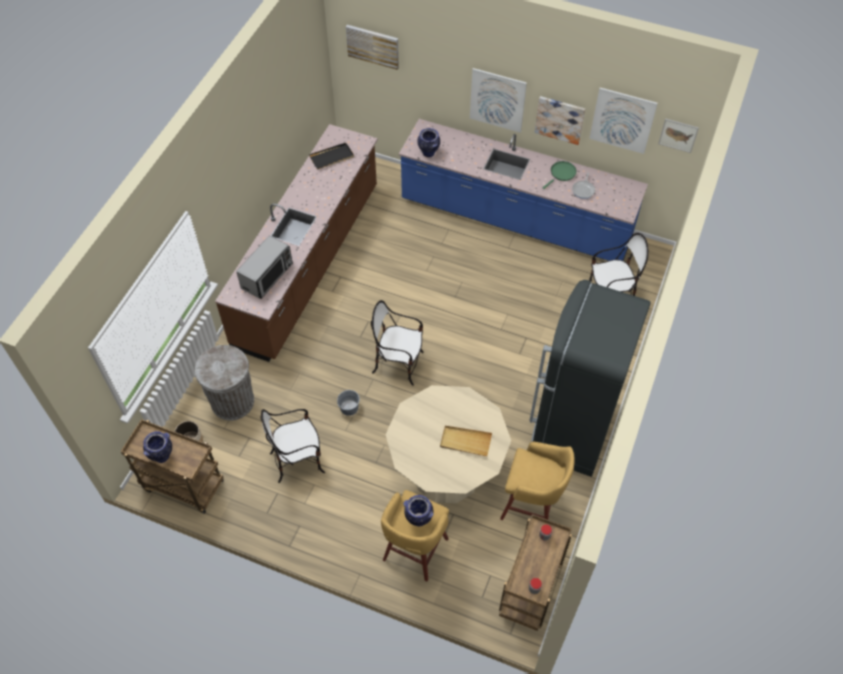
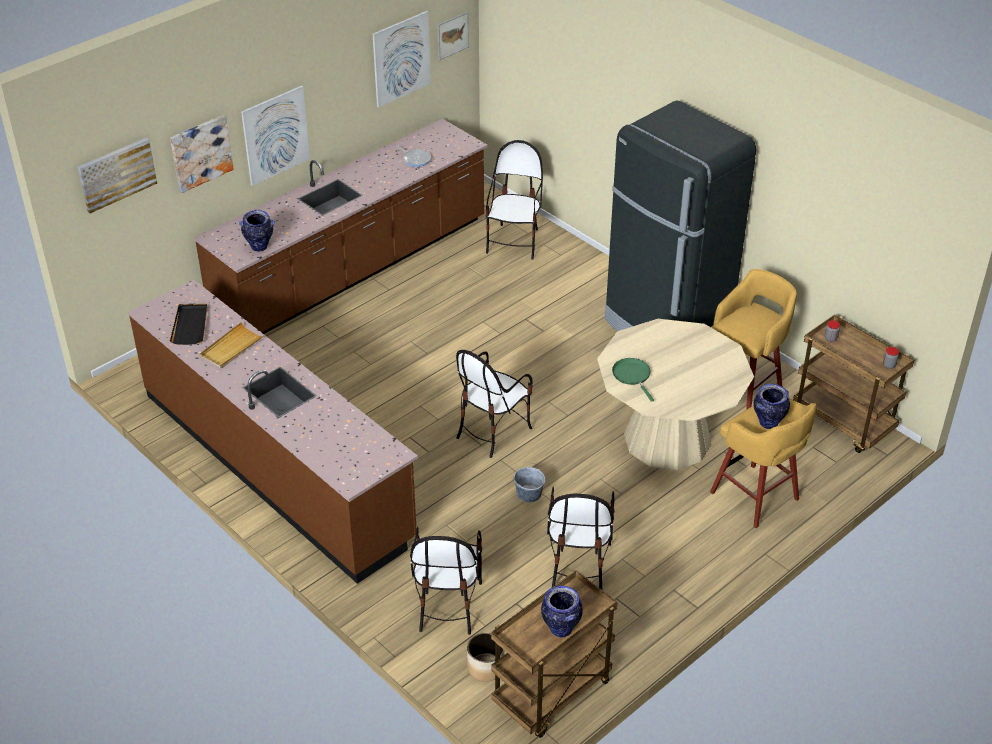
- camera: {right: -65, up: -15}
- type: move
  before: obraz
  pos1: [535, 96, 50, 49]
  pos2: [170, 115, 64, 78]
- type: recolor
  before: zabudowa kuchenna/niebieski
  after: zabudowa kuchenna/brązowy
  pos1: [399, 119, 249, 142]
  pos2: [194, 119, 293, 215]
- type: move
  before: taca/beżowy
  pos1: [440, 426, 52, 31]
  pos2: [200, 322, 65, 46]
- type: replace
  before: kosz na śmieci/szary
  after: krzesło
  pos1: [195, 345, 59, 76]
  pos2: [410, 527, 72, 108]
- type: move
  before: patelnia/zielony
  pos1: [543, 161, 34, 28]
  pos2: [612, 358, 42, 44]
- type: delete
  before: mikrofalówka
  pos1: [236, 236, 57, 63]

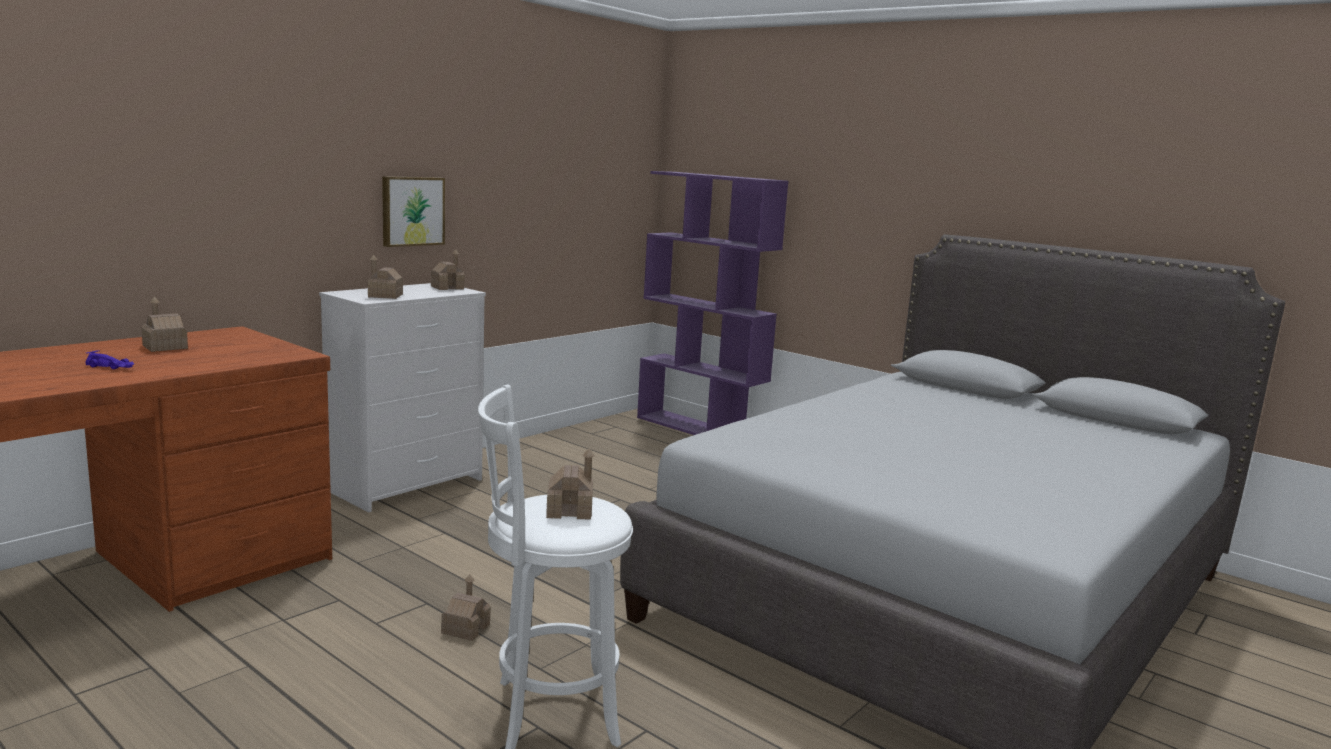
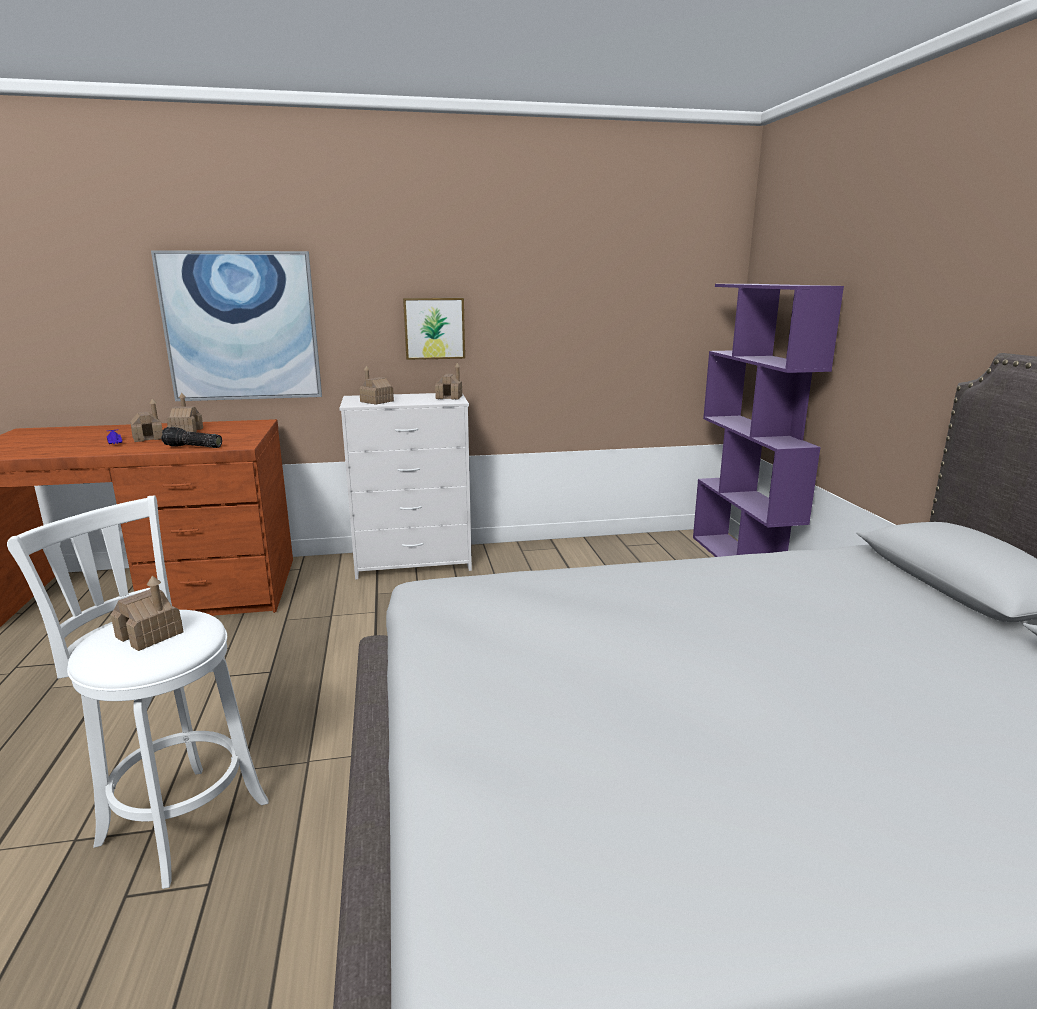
- camera: {right: 40, up: 5}
- type: move
  before: domek
  pos1: [441, 574, 50, 67]
  pos2: [130, 399, 33, 43]
- type: insert
  after: obraz
  pos2: [151, 250, 171, 151]
- type: insert
  after: latarka
  pos2: [161, 427, 61, 21]

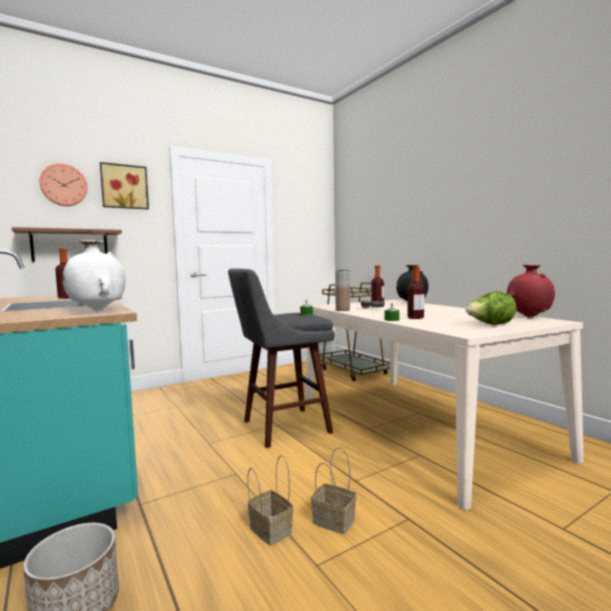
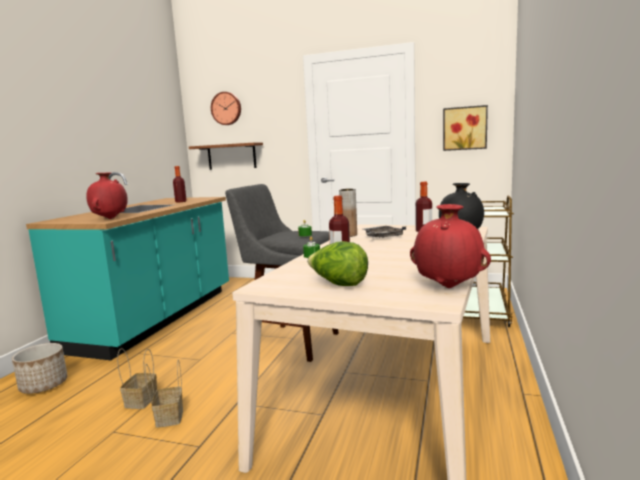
- camera: {right: 50, up: 5}
- type: recolor
  before: wazon/biały
  after: wazon/czerwony
  pos1: [63, 240, 63, 71]
  pos2: [86, 172, 42, 47]
- type: move
  before: obraz
  pos1: [100, 162, 49, 47]
  pos2: [443, 105, 45, 46]

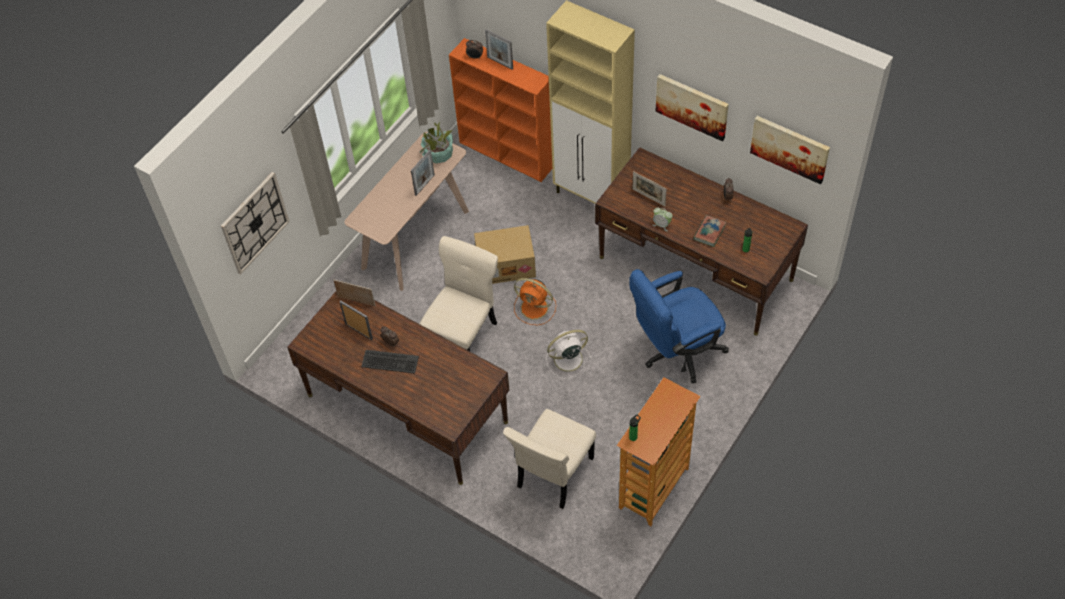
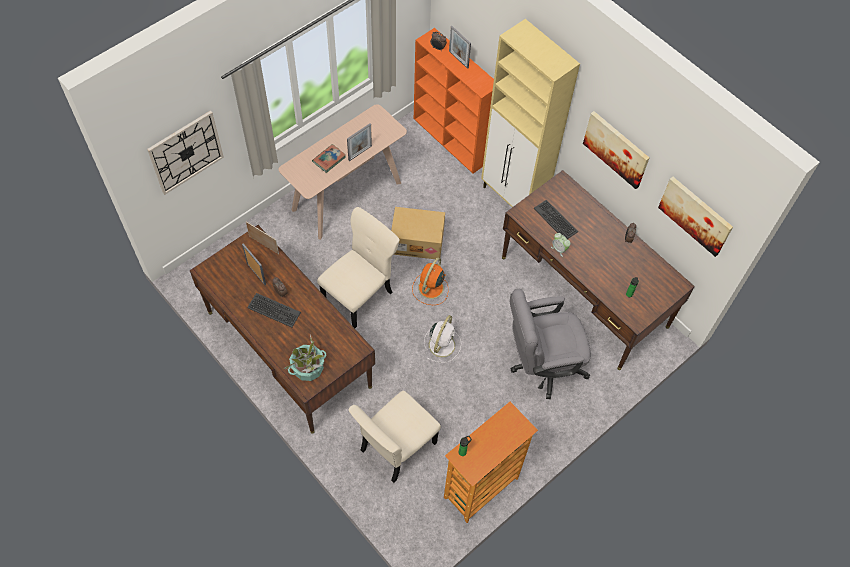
- camera: {right: 10, up: 5}
- type: move
  before: roślina doniczkowa
  pos1: [419, 121, 34, 42]
  pos2: [284, 335, 42, 46]
- type: move
  before: książka
  pos1: [693, 215, 34, 32]
  pos2: [312, 144, 34, 29]
- type: rotate
  before: wentylator/pomarańczowy
  pos1: [514, 278, 42, 47]
  pos2: [412, 257, 36, 48]
  turn: 75
- type: rotate
  before: wentylator/biały
  pos1: [546, 330, 46, 49]
  pos2: [424, 315, 38, 48]
  turn: 120
- type: recolor
  before: krzesło biurowe/niebieski
  after: krzesło biurowe/szary
  pos1: [629, 269, 100, 115]
  pos2: [510, 289, 81, 110]
- type: replace
  before: ramka na zdjęcie
  after: klawiatura
  pos1: [633, 171, 33, 35]
  pos2: [533, 200, 45, 39]

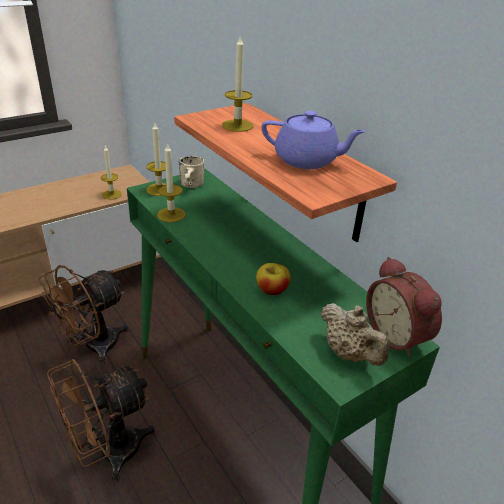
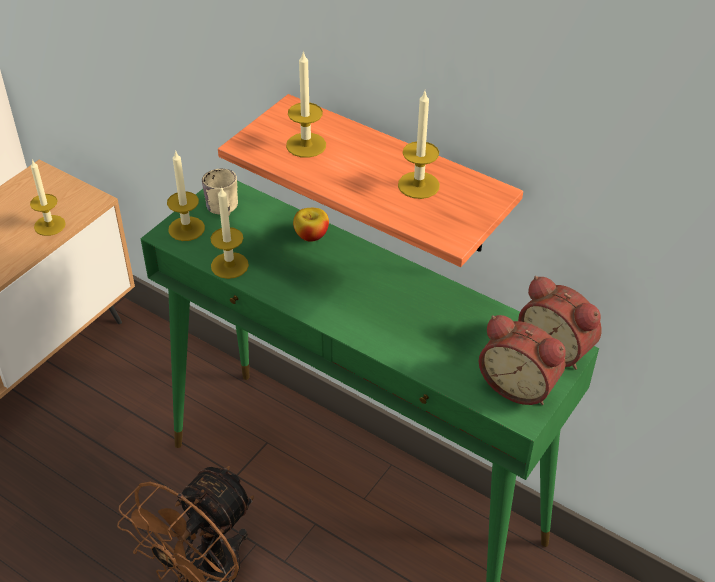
- camera: {right: -20, up: 10}
- type: move
  before: jabłko
  pos1: [256, 263, 35, 32]
  pos2: [293, 208, 36, 34]
- type: replace
  before: imbryk/fioletowy
  after: świeca
  pos1: [261, 111, 105, 58]
  pos2: [398, 91, 42, 108]
- type: replace
  before: imbryk/beżowy
  after: budzik
  pos1: [321, 303, 69, 63]
  pos2: [479, 315, 87, 90]
- type: delete
  before: wentylator/brązowy
  pos1: [38, 265, 90, 99]

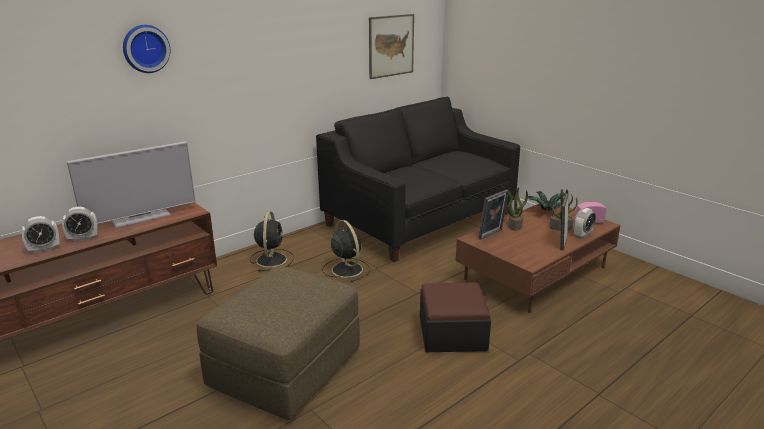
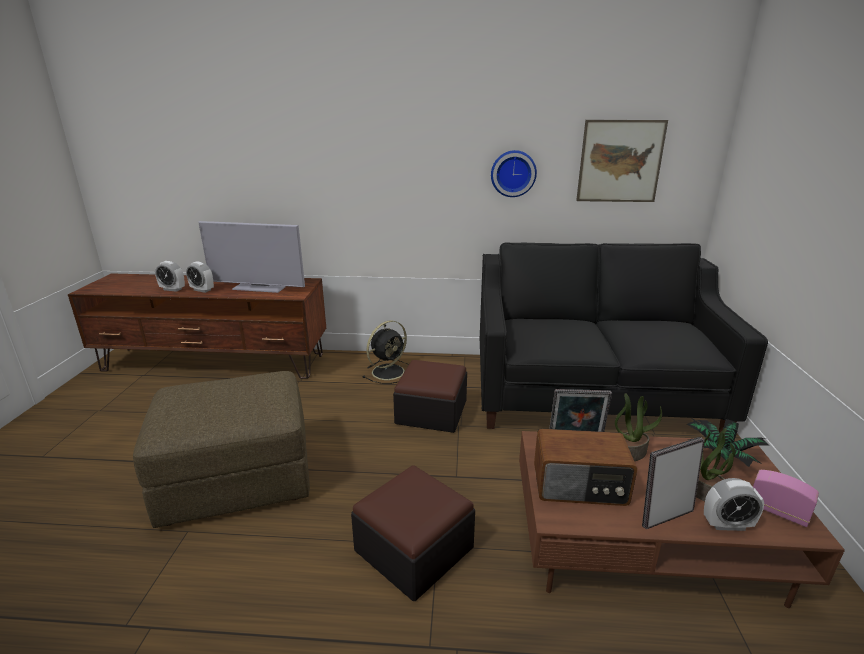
- camera: {right: 45, up: 0}
- type: replace
  before: wentylator/czarny
  after: pufa
  pos1: [322, 220, 48, 62]
  pos2: [393, 360, 74, 73]
- type: move
  before: zegar ścienny
  pos1: [123, 25, 47, 48]
  pos2: [491, 150, 46, 47]
- type: insert
  after: radio
  pos2: [534, 429, 103, 77]

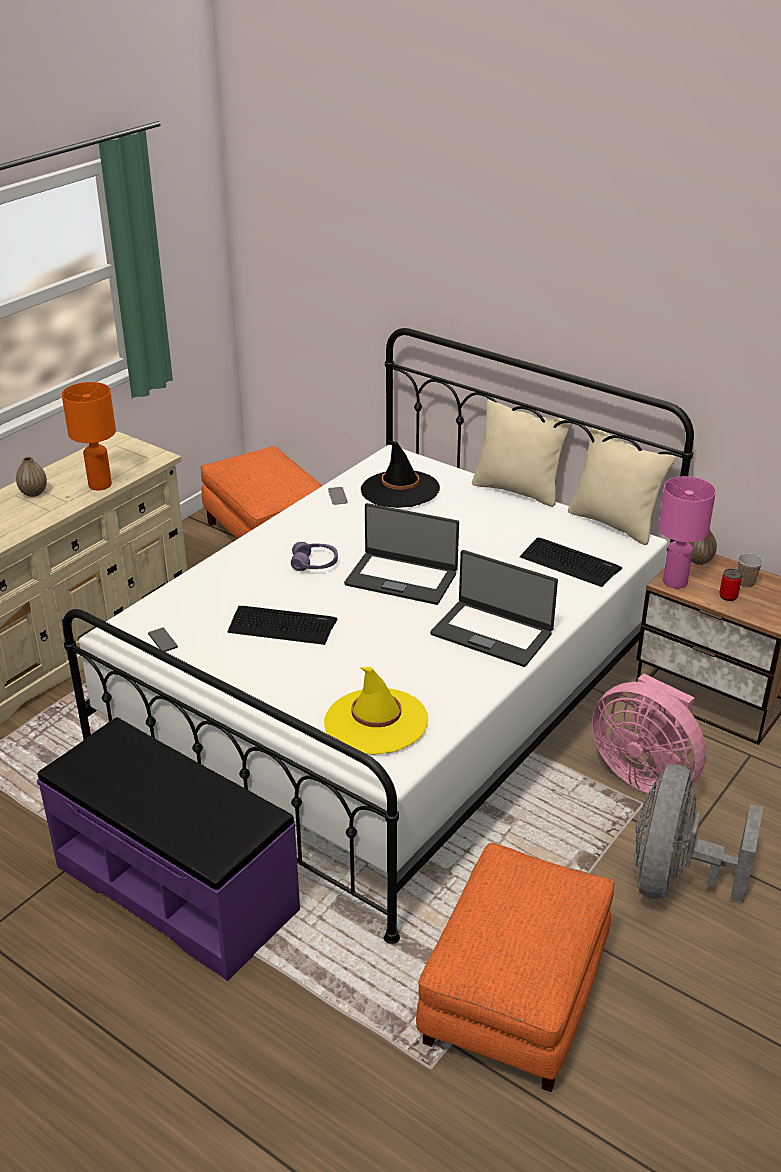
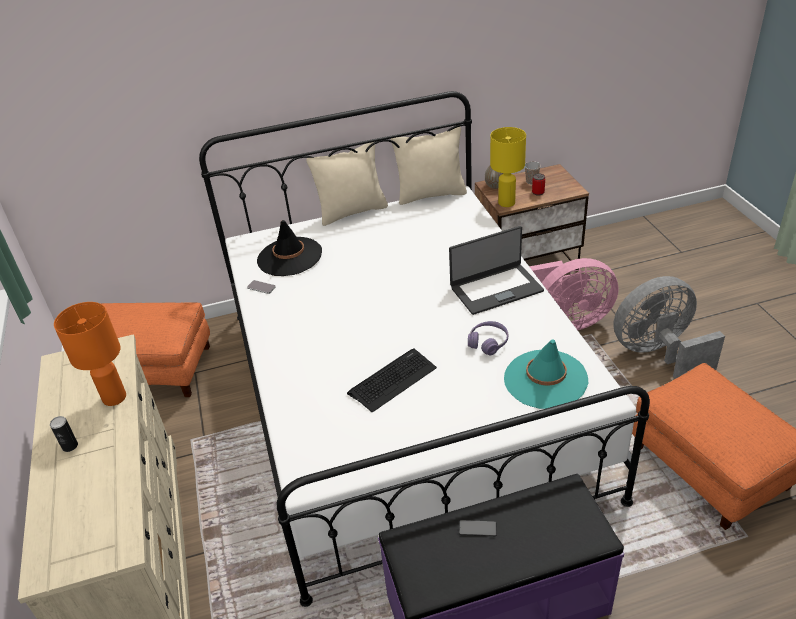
- camera: {right: -50, up: 5}
- type: replace
  before: wazon
  after: puszka
  pos1: [16, 457, 31, 40]
  pos2: [50, 416, 28, 36]
- type: move
  before: telefon
  pos1: [148, 628, 30, 24]
  pos2: [459, 520, 38, 16]
- type: move
  before: słuchawki/fioletowy
  pos1: [291, 542, 47, 29]
  pos2: [468, 321, 40, 34]
- type: recolor
  before: lampa stołowa/różowy
  after: lampa stołowa/żółty
  pos1: [658, 476, 58, 113]
  pos2: [490, 127, 36, 80]
- type: recolor
  before: kapelusz/żółty
  after: kapelusz/turkusowy
  pos1: [324, 667, 105, 88]
  pos2: [504, 339, 84, 70]
- type: rotate
  before: wentylator/szary
  pos1: [634, 764, 129, 138]
  pos2: [613, 276, 112, 103]
  turn: 105
- type: delete
  before: laptop
  pos1: [344, 503, 115, 102]
- type: delete
  before: klawiatura
  pos1: [520, 537, 102, 50]

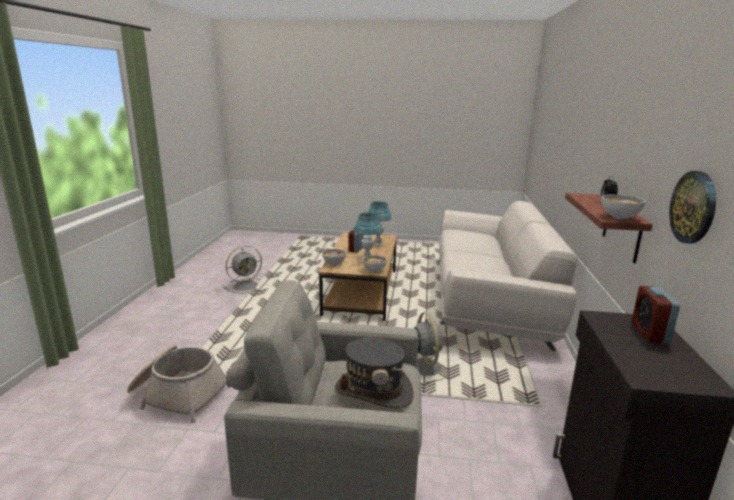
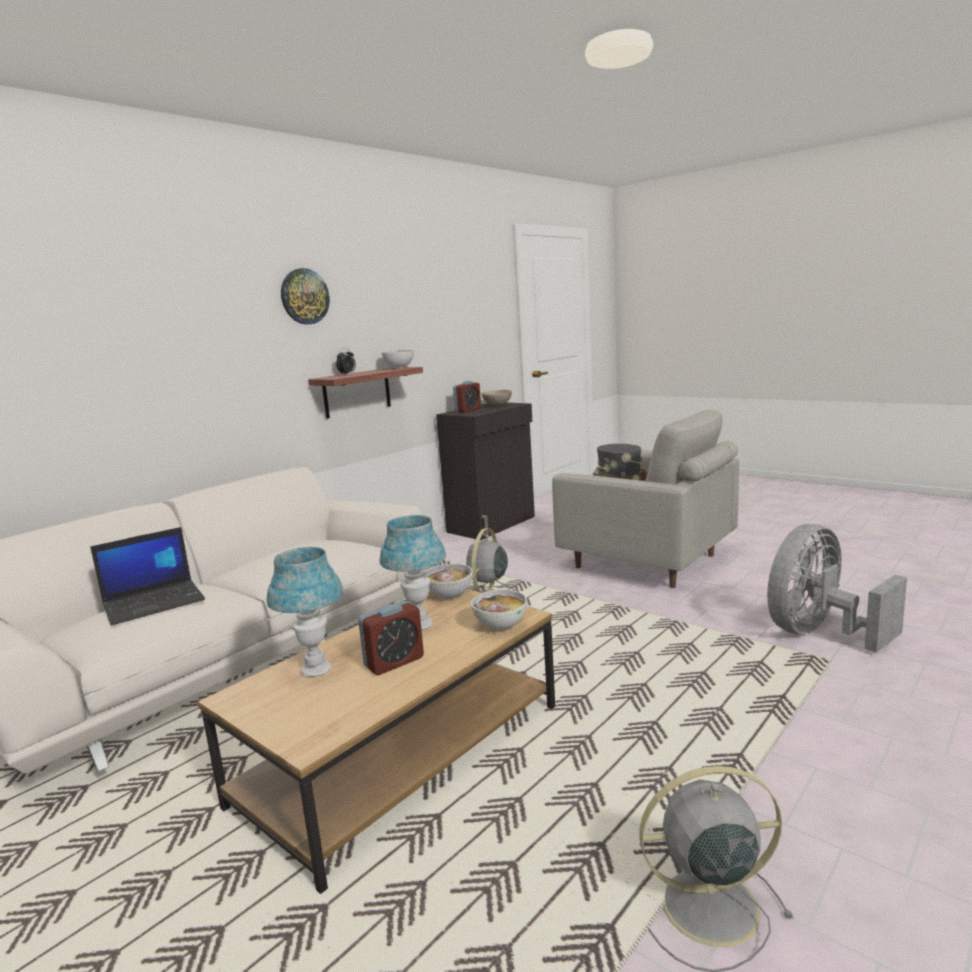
- camera: {right: -145, up: -5}
- type: insert
  after: laptop
  pos2: [90, 527, 115, 98]
- type: move
  before: zegar ścienny
  pos1: [669, 171, 47, 72]
  pos2: [281, 268, 49, 57]
- type: insert
  after: miska/beżowy
  pos2: [481, 390, 31, 16]
- type: replace
  before: koszyk
  after: wentylator/szary
  pos1: [127, 345, 104, 78]
  pos2: [767, 524, 140, 129]

